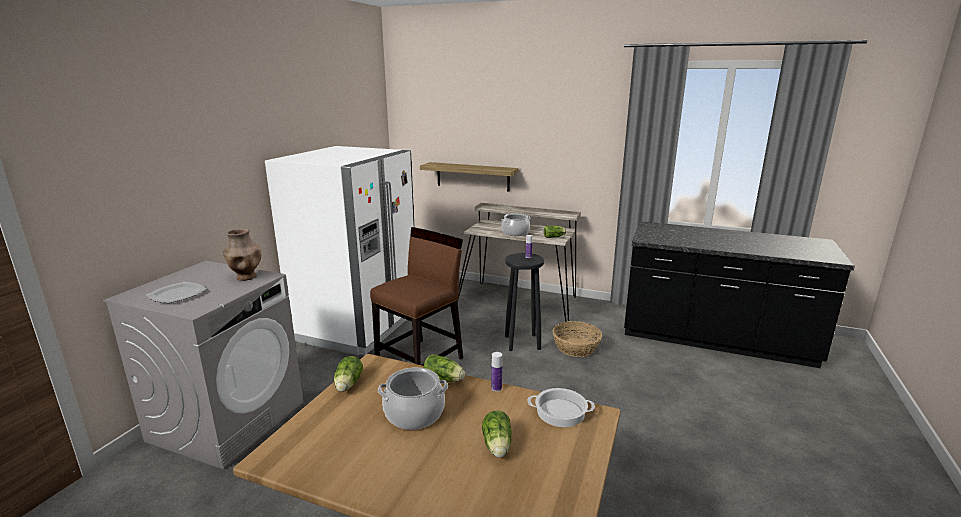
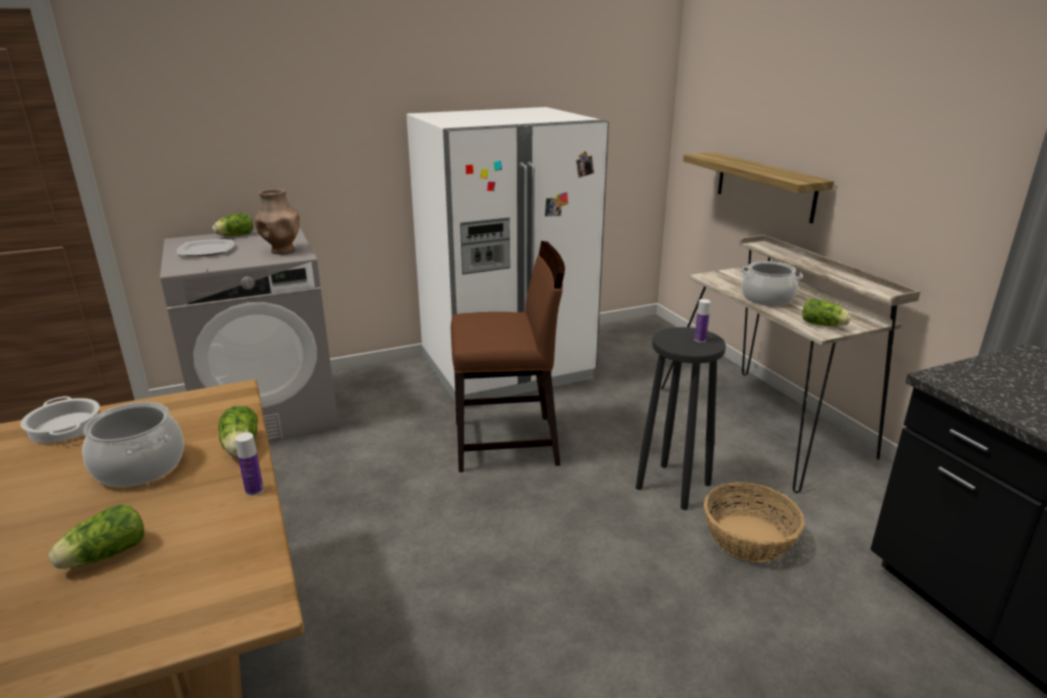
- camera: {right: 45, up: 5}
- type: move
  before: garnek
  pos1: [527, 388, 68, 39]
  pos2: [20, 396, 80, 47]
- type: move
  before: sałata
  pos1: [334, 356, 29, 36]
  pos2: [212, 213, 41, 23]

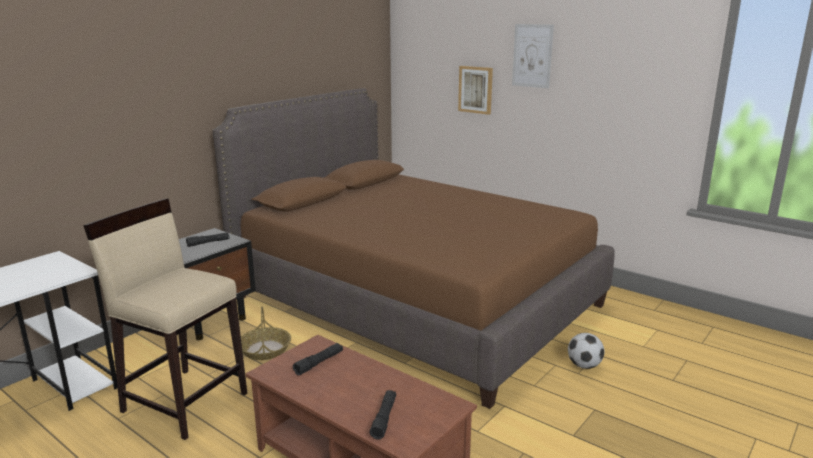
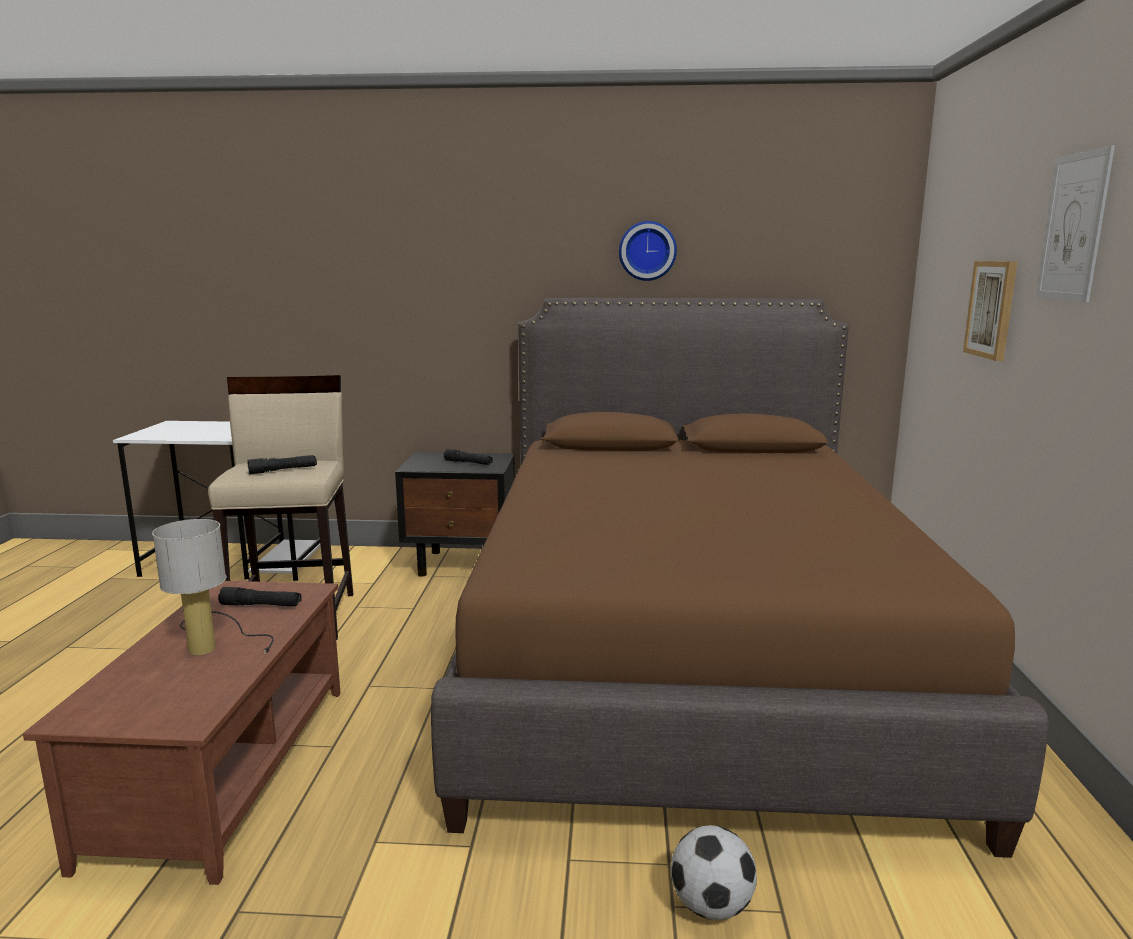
- camera: {right: 55, up: -5}
- type: insert
  after: lampa stołowa
  pos2: [152, 519, 122, 136]
- type: move
  before: latarka/czarny
  pos1: [370, 390, 26, 50]
  pos2: [247, 455, 70, 19]
- type: insert
  after: zegar ścienny
  pos2: [619, 221, 58, 60]
- type: delete
  before: koszyk
  pos1: [241, 307, 50, 53]

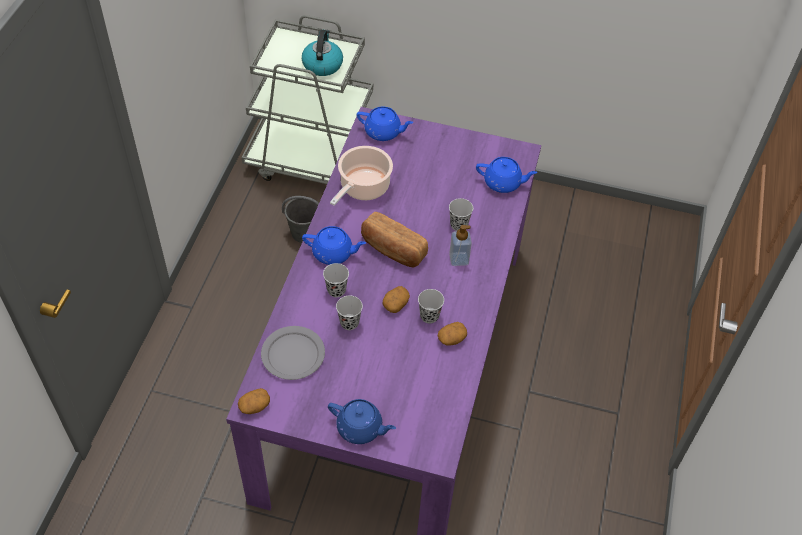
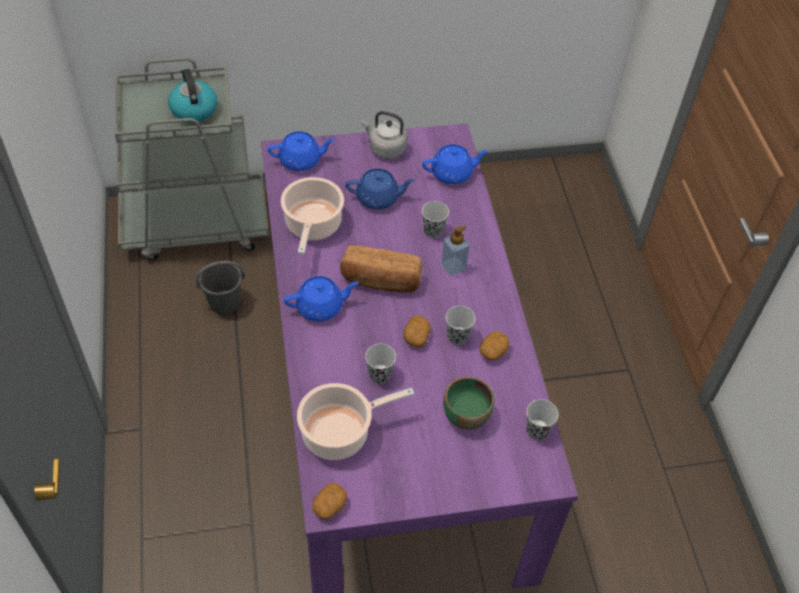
- camera: {right: -25, up: 0}
- type: replace
  before: talerz/szary
  after: garnek
  pos1: [261, 326, 64, 54]
  pos2: [297, 383, 117, 77]
- type: move
  before: imbryk/niebieski
  pos1: [328, 399, 68, 45]
  pos2: [345, 168, 70, 41]
- type: insert
  after: czajnik/szary
  pos2: [362, 111, 45, 48]
- type: insert
  after: miska/zielony
  pos2: [443, 377, 52, 53]
- type: move
  before: filiżanka/czarny
  pos1: [323, 263, 26, 34]
  pos2: [526, 399, 32, 41]

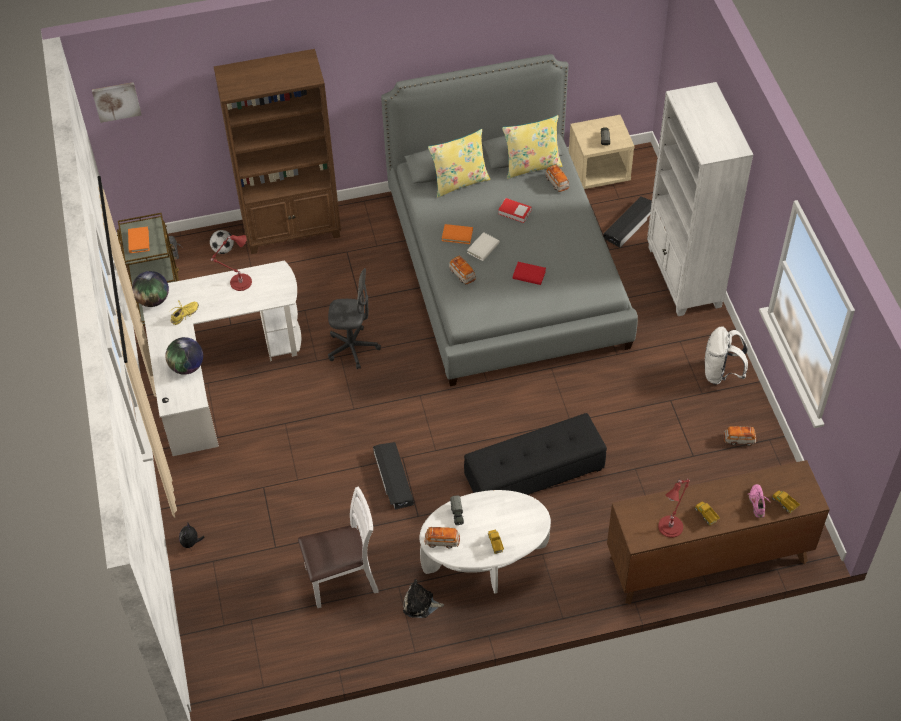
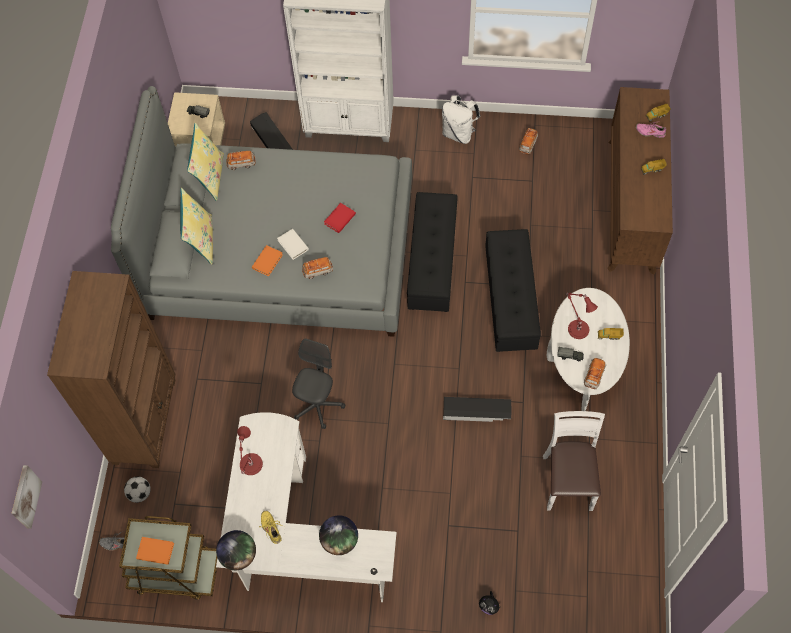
- camera: {right: -70, up: 10}
- type: insert
  after: pufa/czarny
  pos2: [407, 192, 51, 120]
- type: move
  before: lampa stołowa/czerwony
  pos1: [658, 478, 32, 60]
  pos2: [565, 293, 33, 46]
- type: delete
  before: pluszak
  pos1: [403, 579, 41, 39]
- type: delete
  before: książka
  pos1: [498, 198, 34, 25]

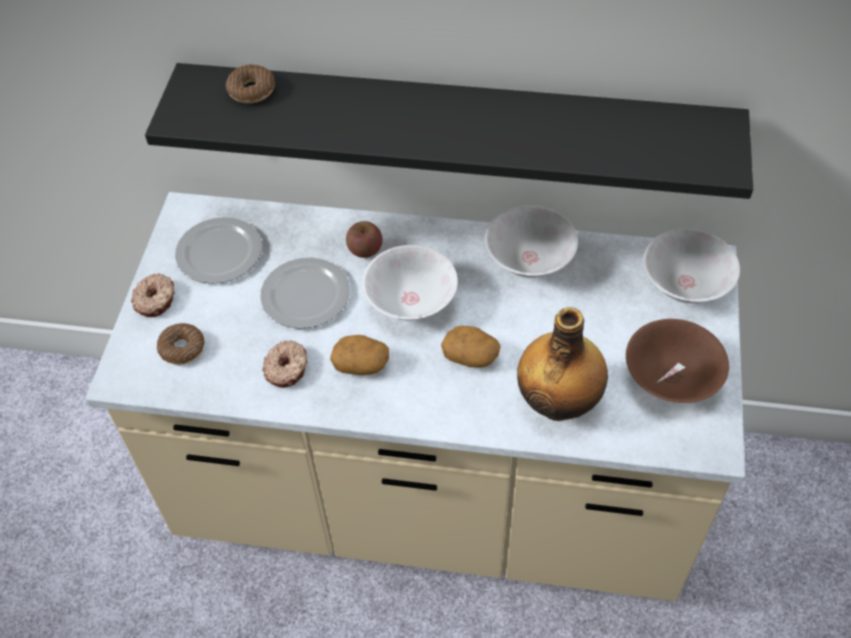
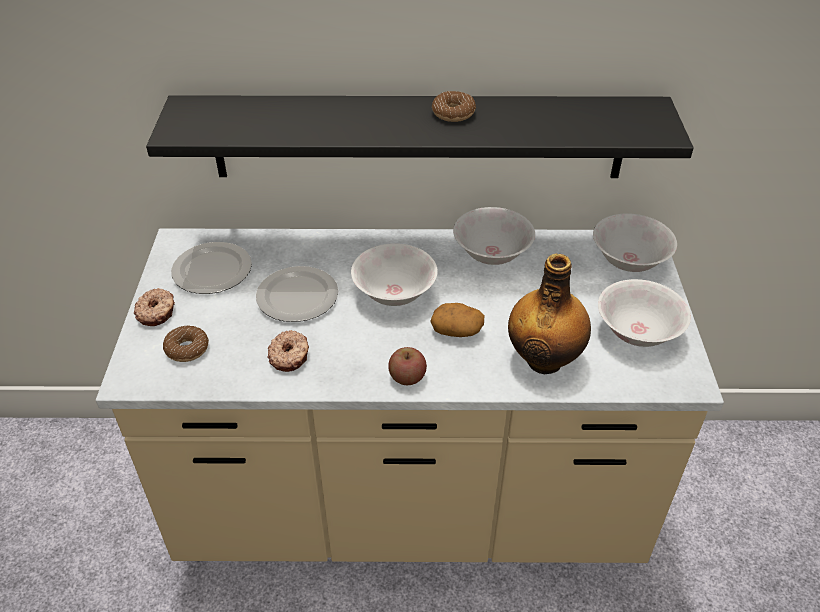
- camera: {right: -10, up: -10}
- type: move
  before: jabłko
  pos1: [346, 221, 36, 37]
  pos2: [388, 347, 39, 38]
- type: move
  before: donut
  pos1: [225, 65, 50, 38]
  pos2: [432, 91, 44, 31]
- type: recolor
  before: miska/brązowy
  after: miska/biały
  pos1: [626, 319, 103, 84]
  pos2: [598, 279, 93, 68]
- type: delete
  before: ziemniak
  pos1: [330, 335, 59, 40]

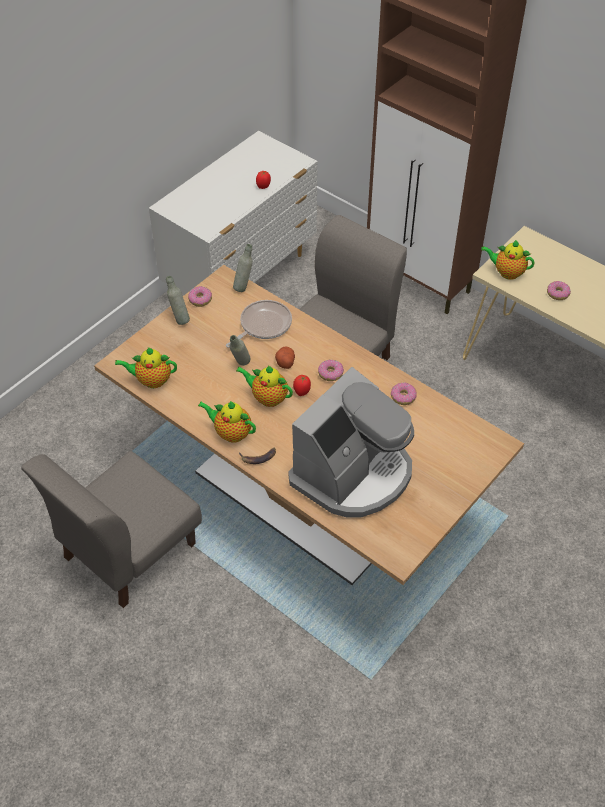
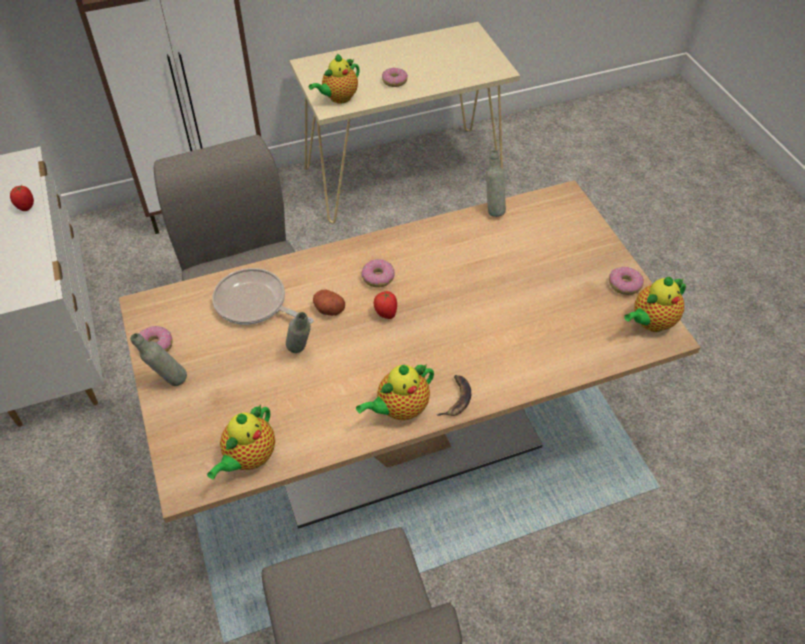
- camera: {right: -60, up: 0}
- type: rotate
  before: patelnia
  pos1: [226, 300, 66, 48]
  pos2: [212, 268, 102, 57]
  turn: -45
- type: move
  before: butelka/szary
  pos1: [233, 244, 20, 48]
  pos2: [486, 150, 20, 67]
- type: move
  before: donut
  pos1: [391, 382, 26, 23]
  pos2: [609, 267, 35, 28]
- type: move
  before: imbryk
  pos1: [236, 365, 57, 42]
  pos2: [624, 277, 62, 55]
- type: delete
  before: ekspres do kawy
  pos1: [289, 367, 125, 151]

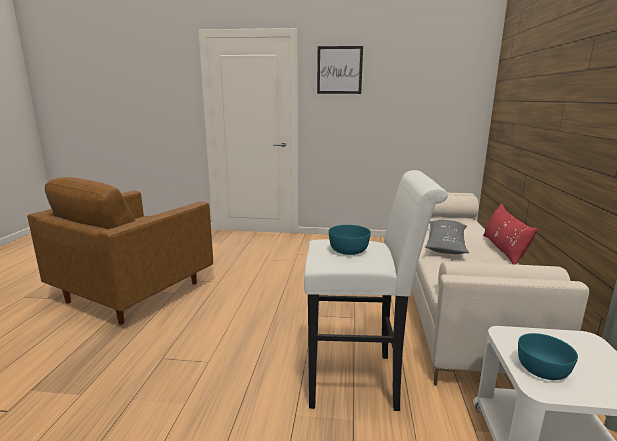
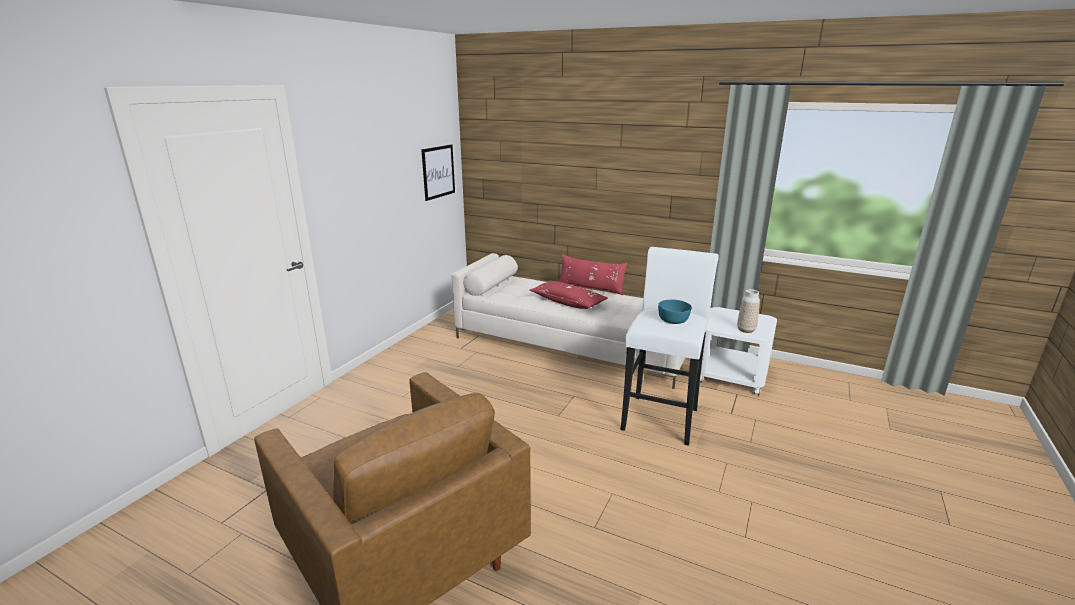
- camera: {right: -70, up: 5}
- type: move
  before: obraz
  pos1: [317, 46, 46, 48]
  pos2: [421, 144, 34, 57]
- type: recolor
  before: poduszka/szary
  after: poduszka/czerwony
  pos1: [425, 220, 44, 34]
  pos2: [529, 281, 79, 28]
- type: replace
  before: miska/turkusowy
  after: wazon
  pos1: [518, 333, 60, 47]
  pos2: [737, 289, 23, 44]

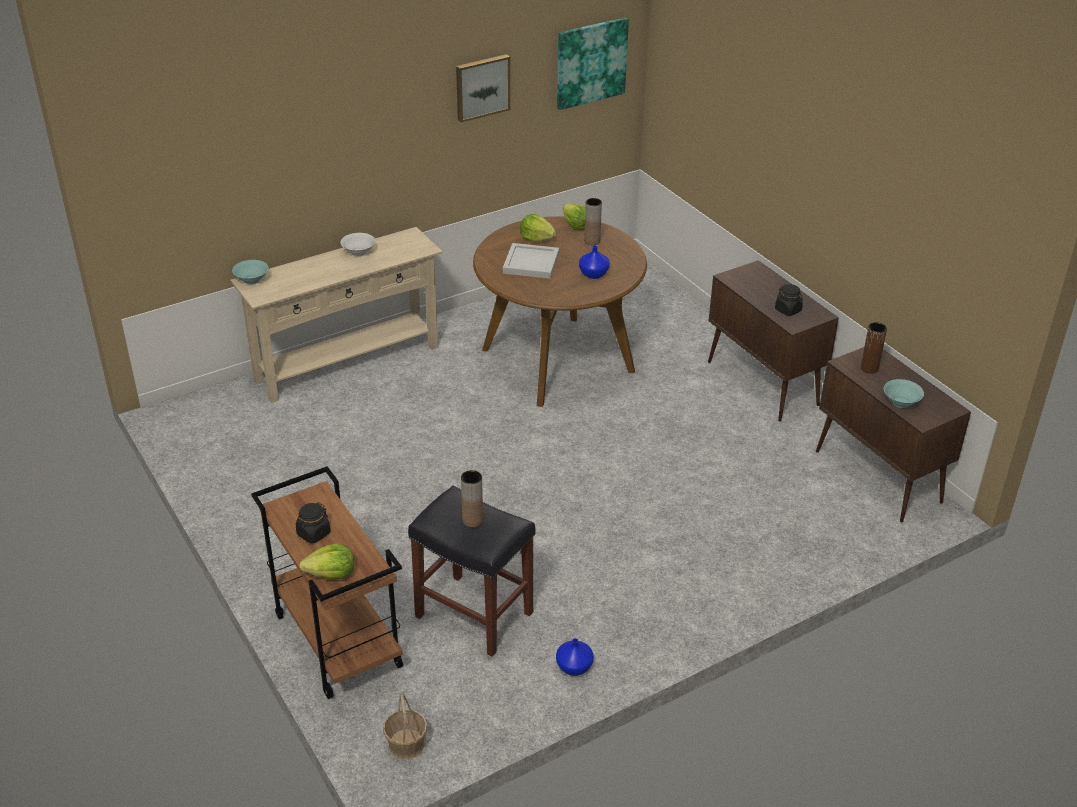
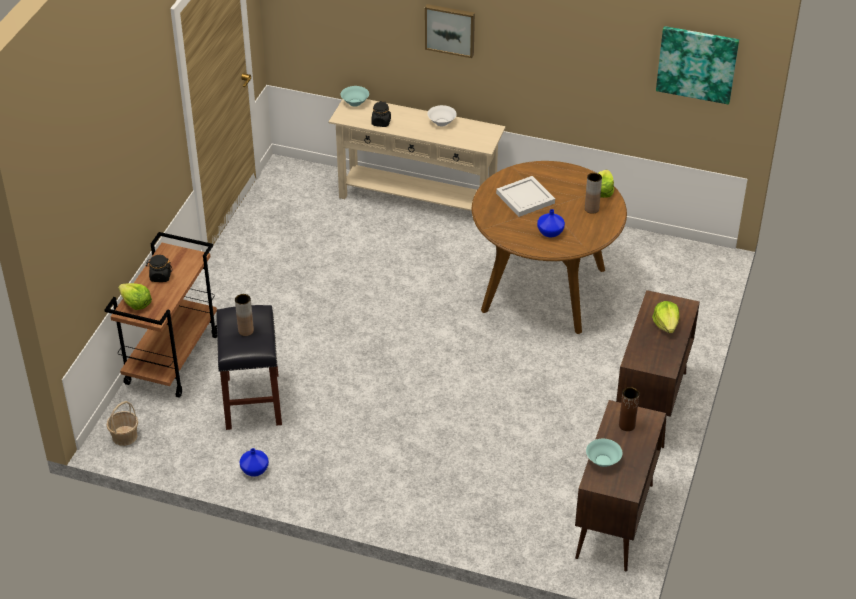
- camera: {right: 50, up: 5}
- type: move
  before: słoik/czarny
  pos1: [775, 284, 28, 32]
  pos2: [371, 101, 20, 26]
- type: move
  before: obraz
  pos1: [456, 54, 54, 68]
  pos2: [425, 4, 50, 54]
- type: move
  before: sałata
  pos1: [520, 214, 37, 28]
  pos2: [652, 301, 27, 32]

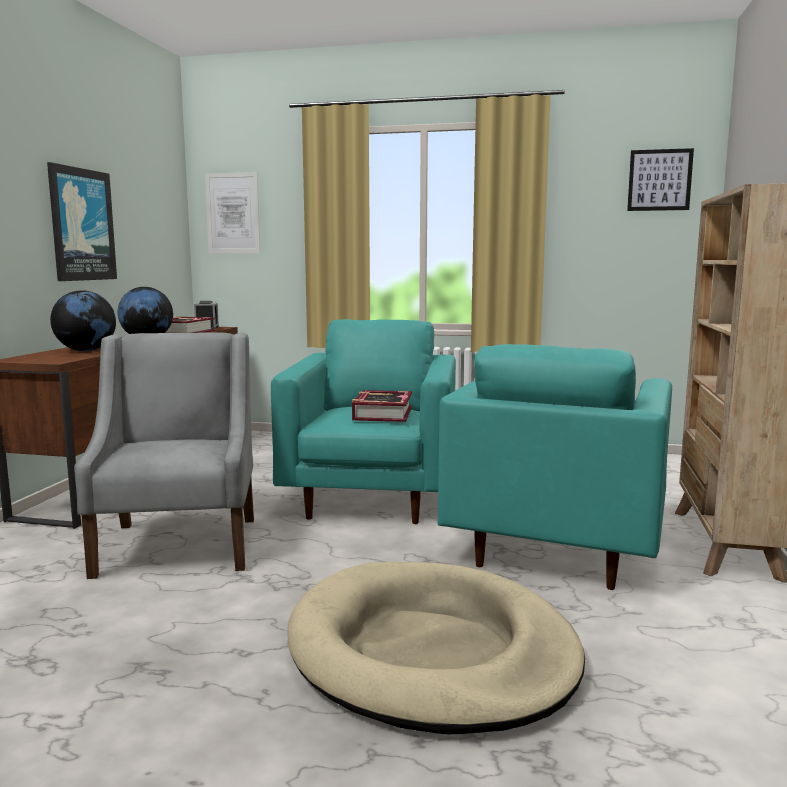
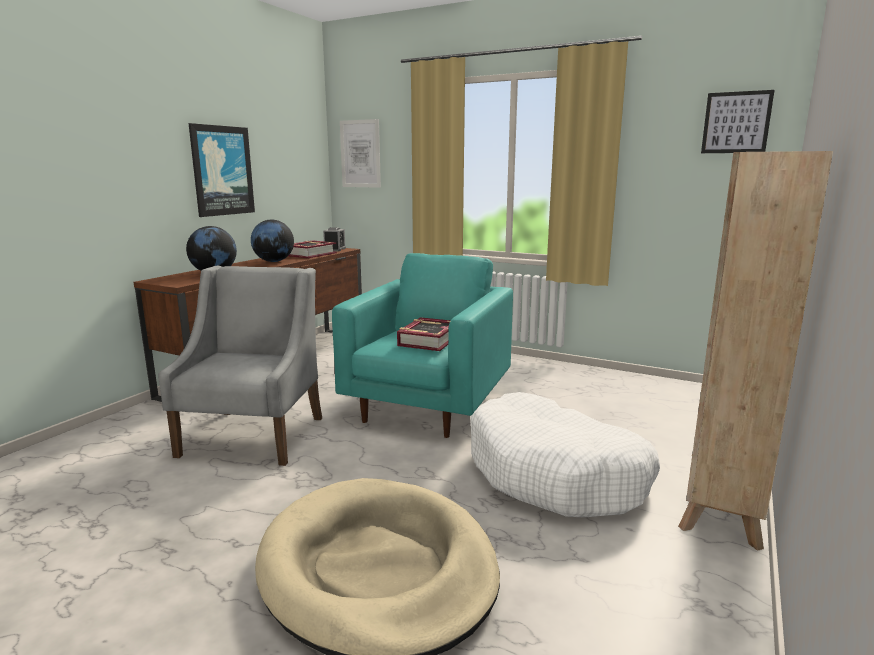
- camera: {right: 15, up: 5}
- type: replace
  before: fotel/turkusowy
  after: legowisko/biały
  pos1: [438, 344, 234, 246]
  pos2: [471, 392, 189, 125]

